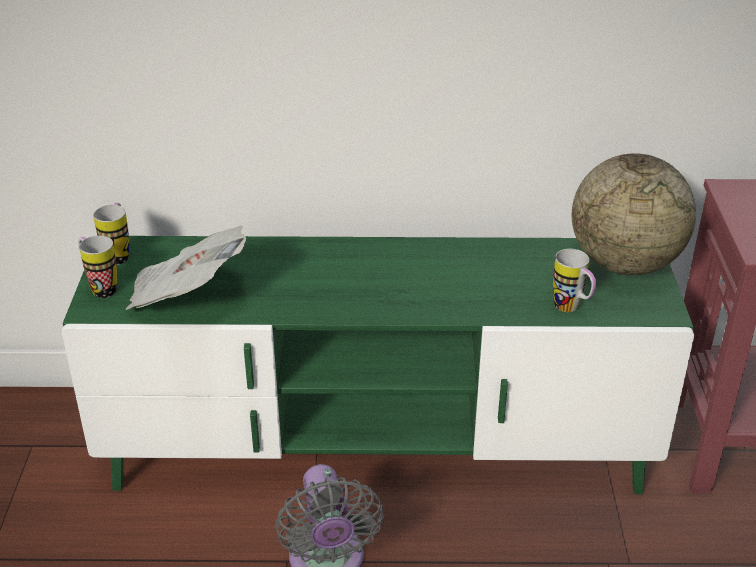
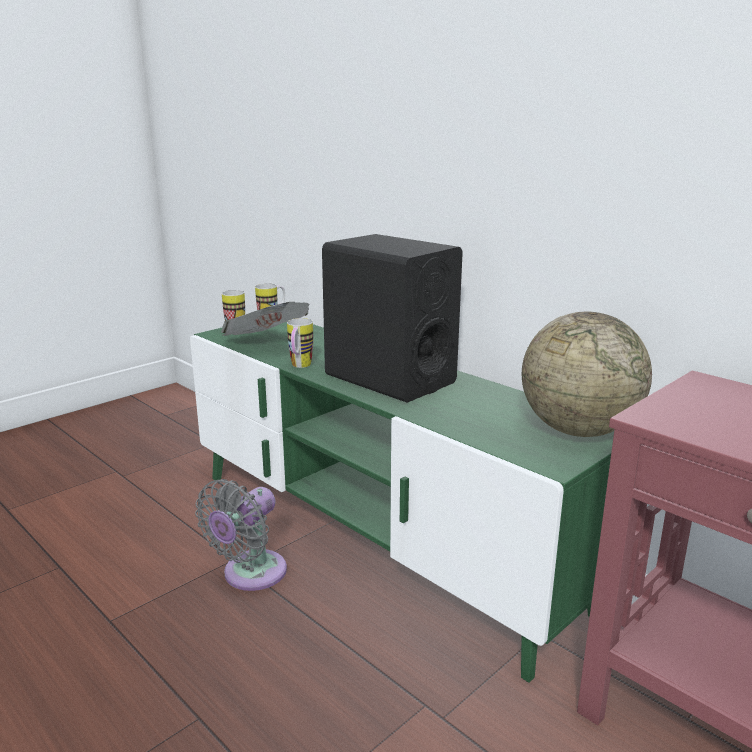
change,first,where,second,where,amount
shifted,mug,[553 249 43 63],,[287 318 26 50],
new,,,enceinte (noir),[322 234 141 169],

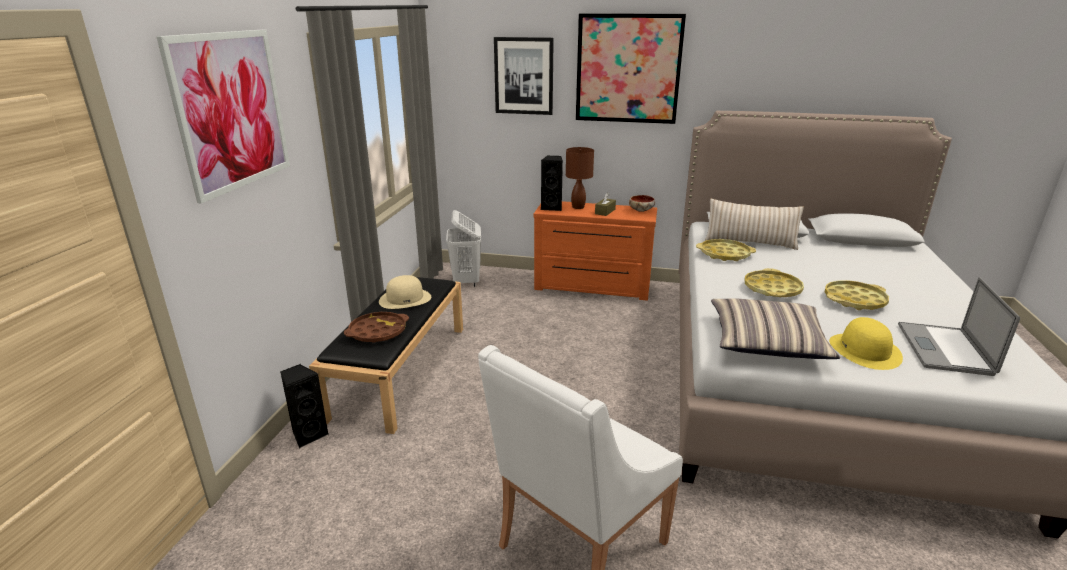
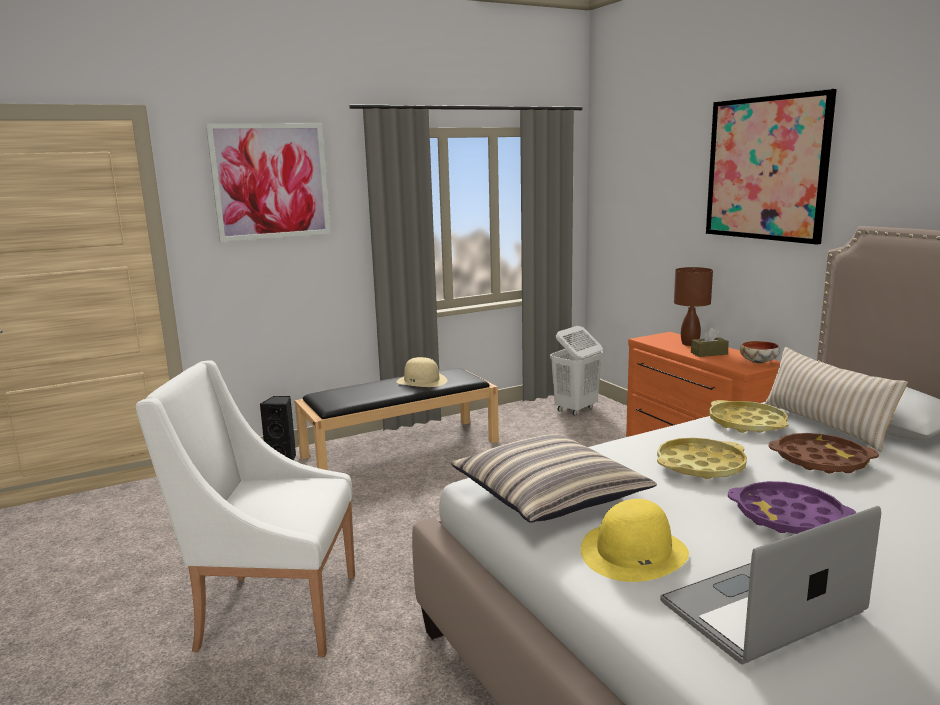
change,first,where,second,where,amount
repainted,plateau (jaune),[825 280 64 30],plateau (violet),[728 481 128 53],
shifted,plateau (marron),[344 312 65 31],,[769 433 110 40],
gone,tableau,[494 37 60 78],,,
gone,enceinte (noir),[541 156 22 55],,,

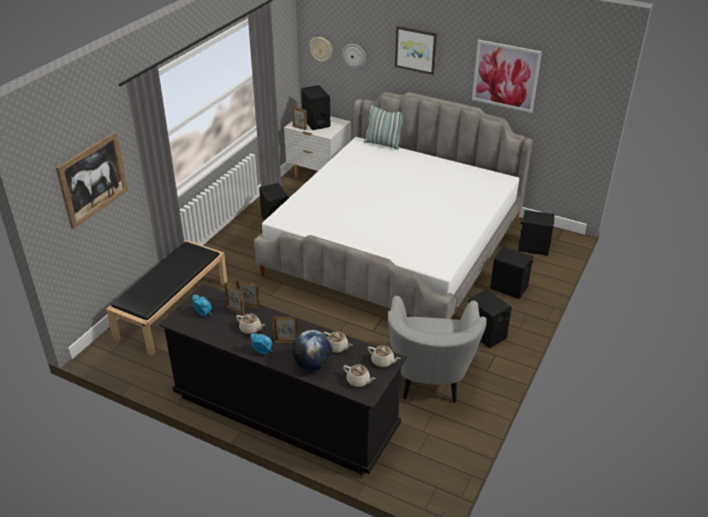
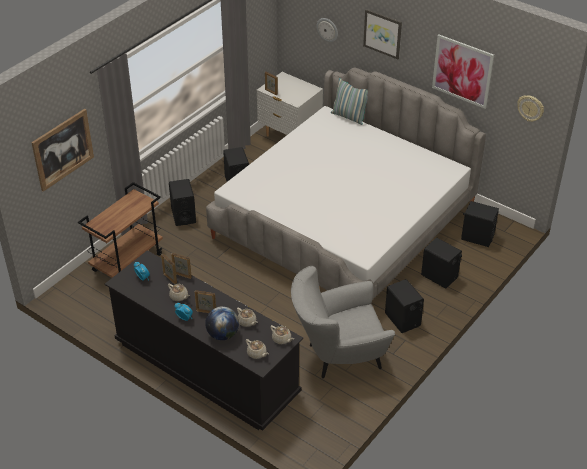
change,first,where,second,where,amount
swapped,banc (noir),[106 240 122 116],chariot (marron),[78 182 85 96],
shifted,enceinte (noir),[301 85 29 45],,[169 179 27 47],
rotated,fauteuil (gris),[388 296 99 107],,[291 266 104 113],60 degrees clockwise
shifted,horloge murale,[309 37 23 26],,[517 95 27 27],

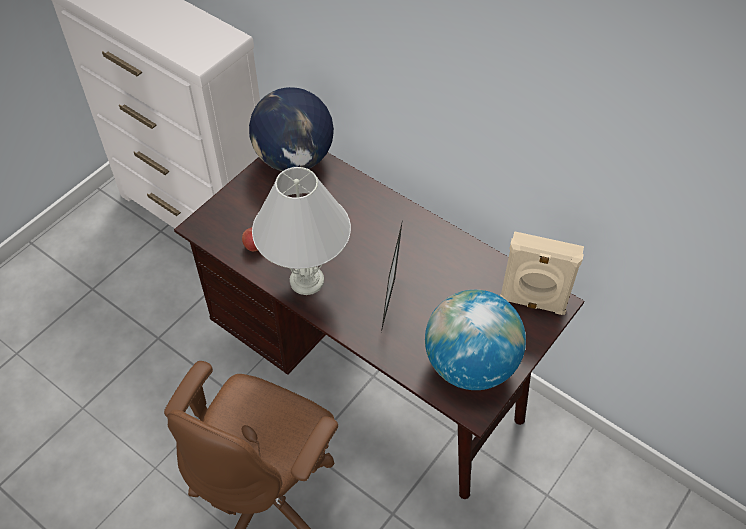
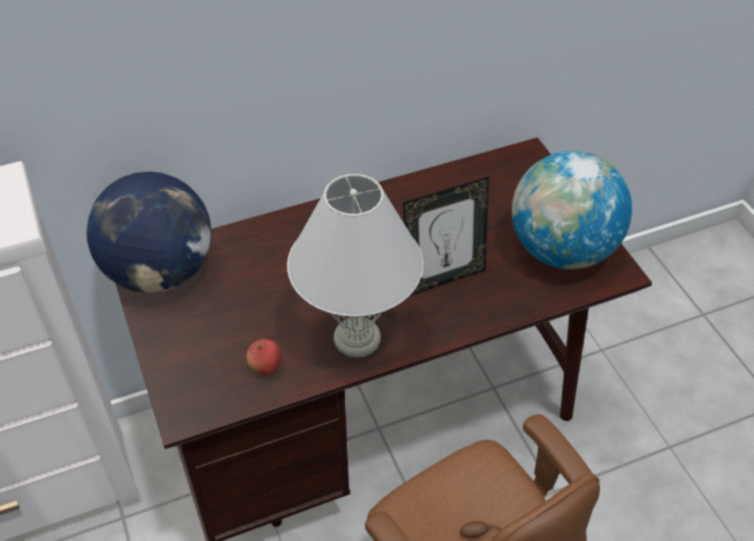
change,first,where,second,where,amount
rotated,cadre photo,[381 220 22 112],,[403 176 86 120],60 degrees counterclockwise
gone,enceinte (beige),[500 231 84 84],,,

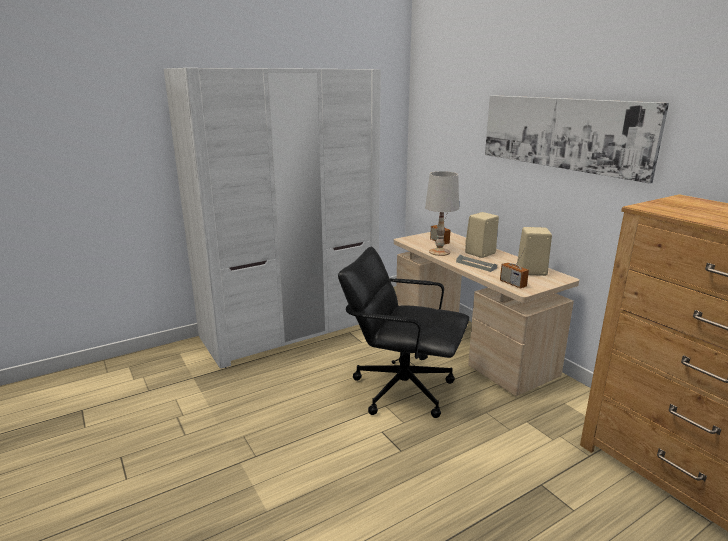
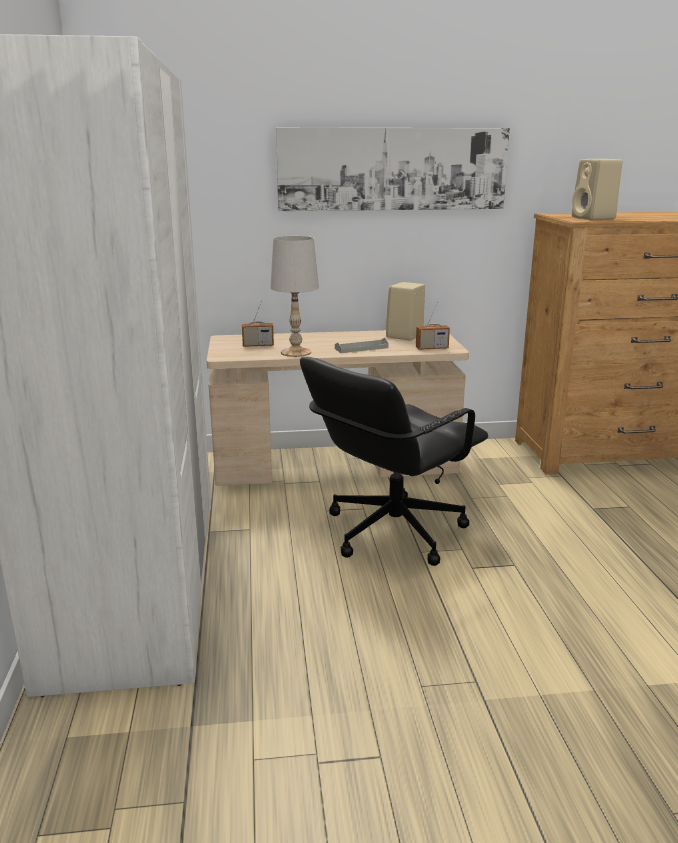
change,first,where,second,where,amount
shifted,enceinte (beige),[465 212 34 46],,[572 159 51 61],

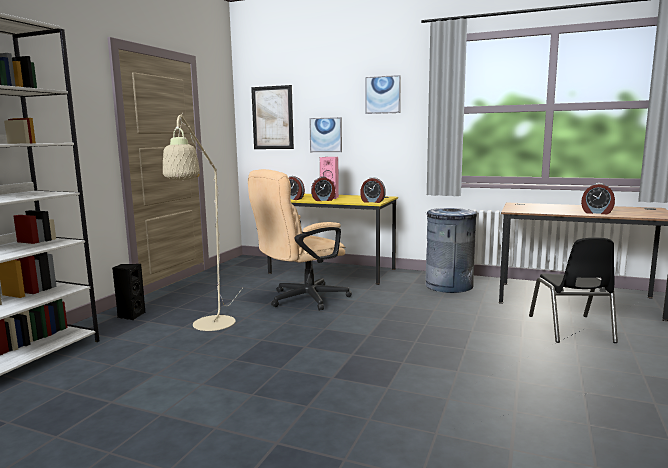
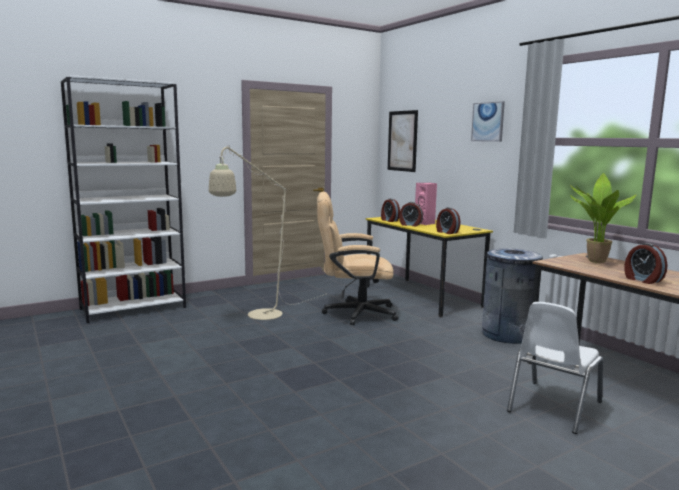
change,first,where,second,where,amount
repainted,chaise (noir),[529 238 89 105],chaise (blanc),[507 302 96 132],
new,,,plante en pot,[570 173 67 90],
gone,enceinte (noir),[112 264 33 56],,,
gone,tableau,[309 117 33 35],,,

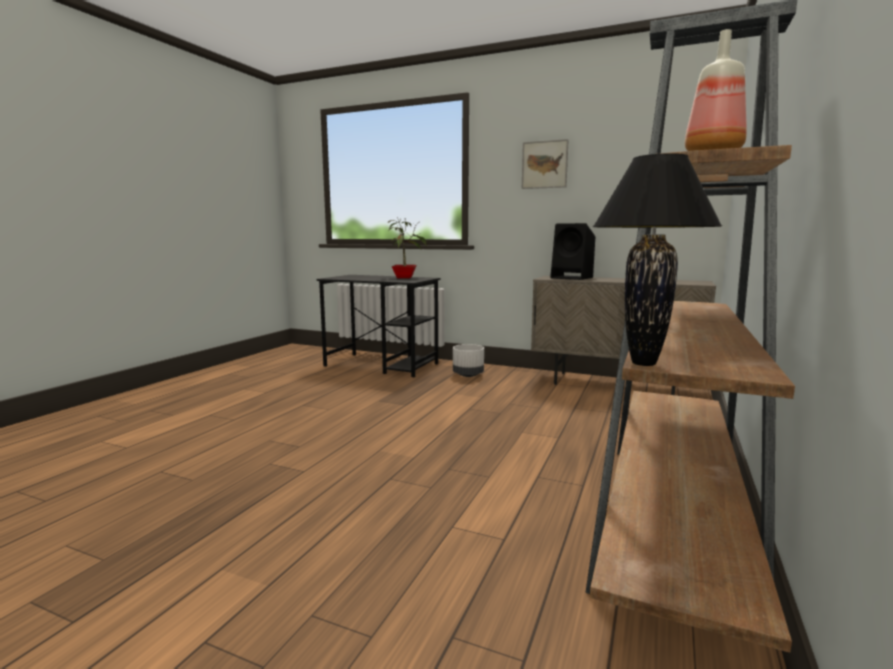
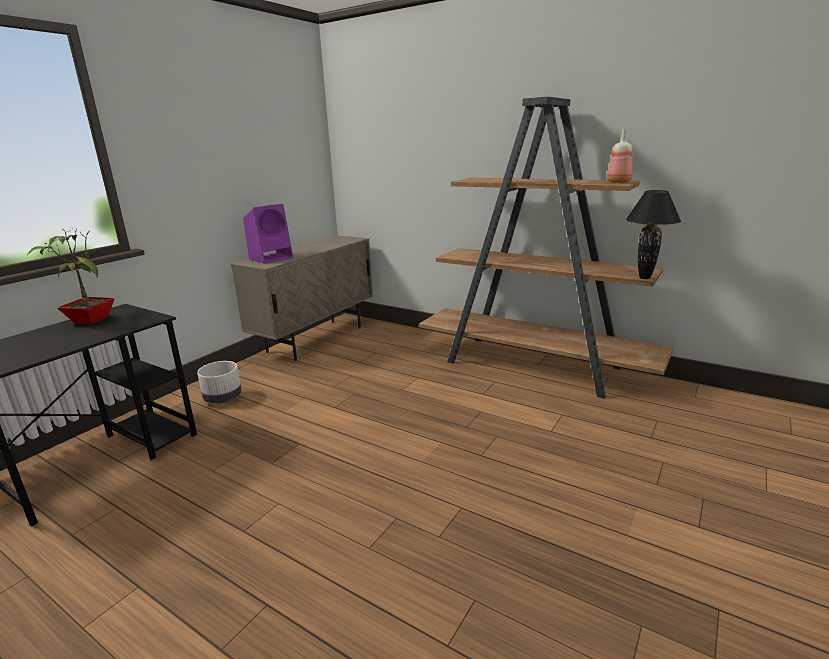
change,first,where,second,where,amount
repainted,enceinte (noir),[550 223 45 57],enceinte (violet),[243 204 50 60],
gone,tableau,[522 139 47 50],,,

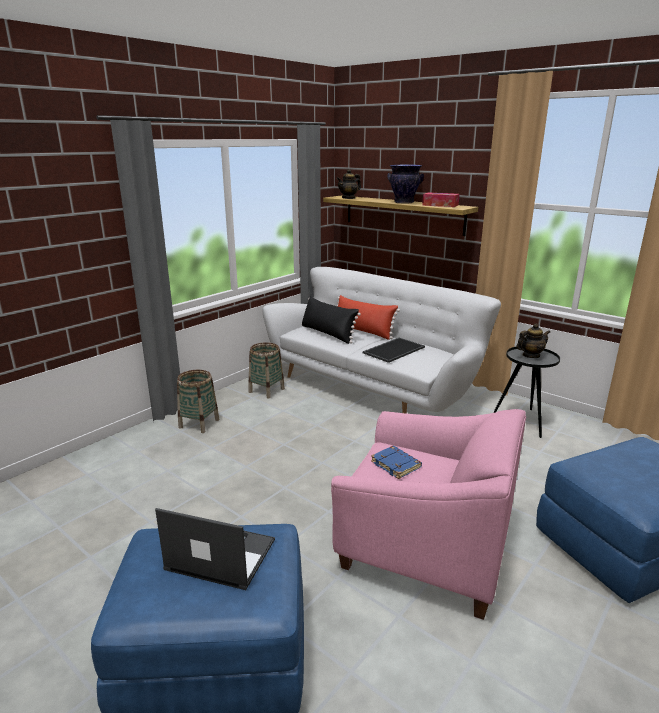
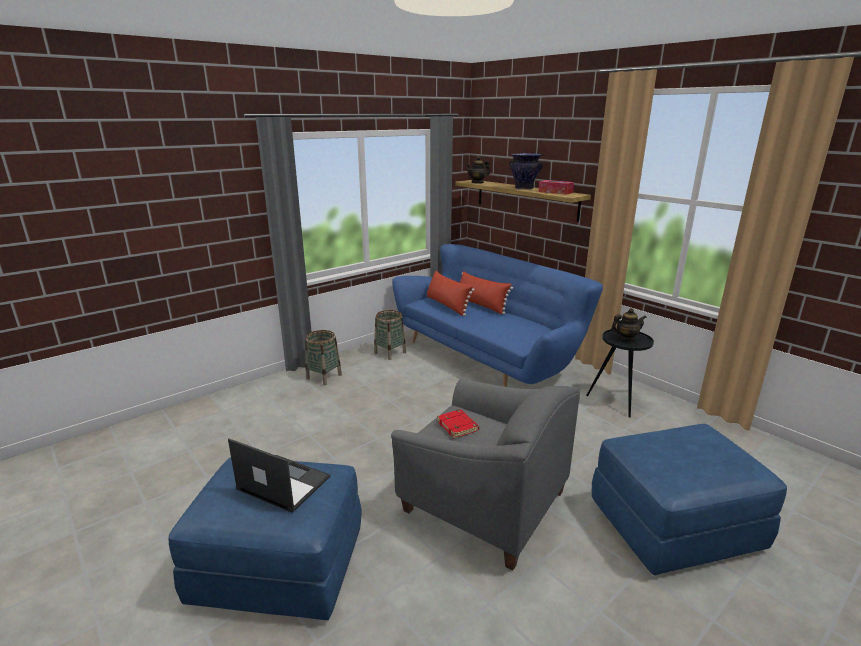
change,first,where,second,where,amount
repainted,fauteuil (rose),[331 409 195 211],fauteuil (gris),[391 379 189 191],
repainted,canapé (blanc),[262 267 239 147],canapé (bleu),[392 244 211 143],
repainted,coussin (noir),[301 296 60 48],coussin (rouge),[427 271 48 45],
repainted,livre (bleu),[371 446 51 33],livre (rouge),[437 409 42 30],
gone,plateau,[363 338 62 25],,,

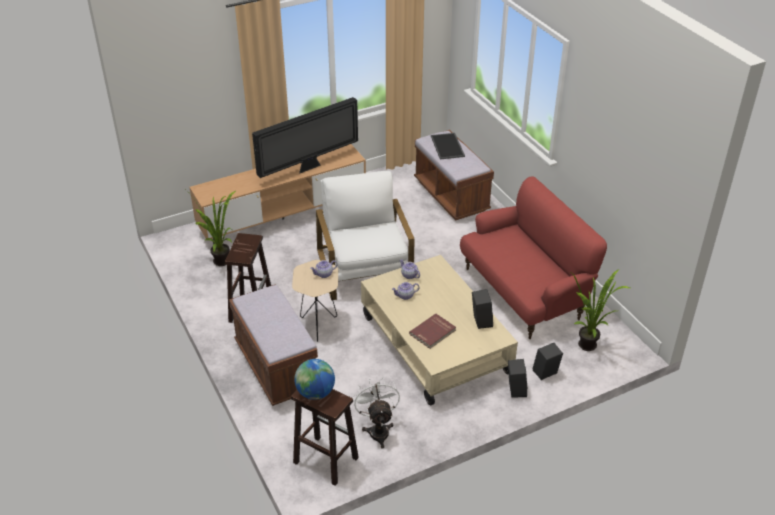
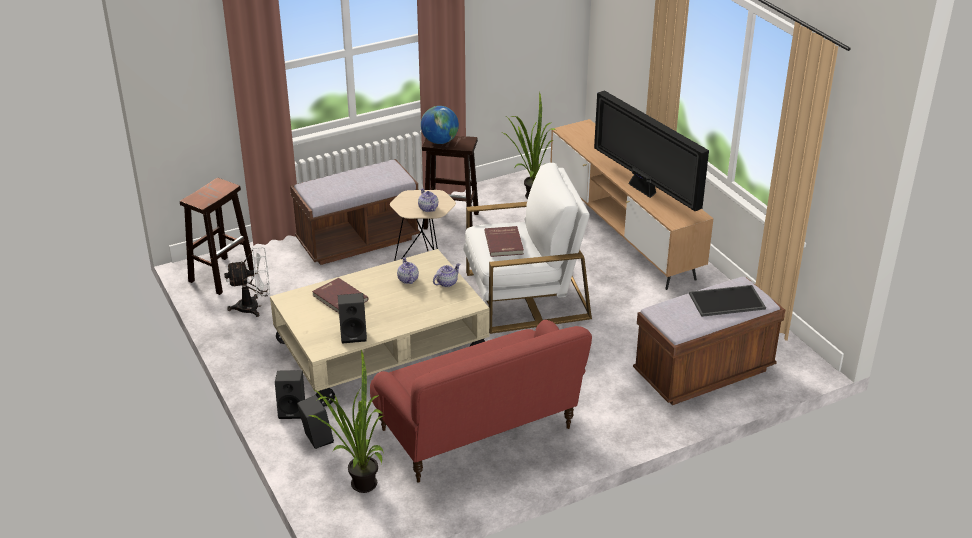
change,first,where,second,where,amount
shifted,globe,[294 359 41 41],,[421 106 38 38],
new,,,livre (rouge),[484 226 40 31],

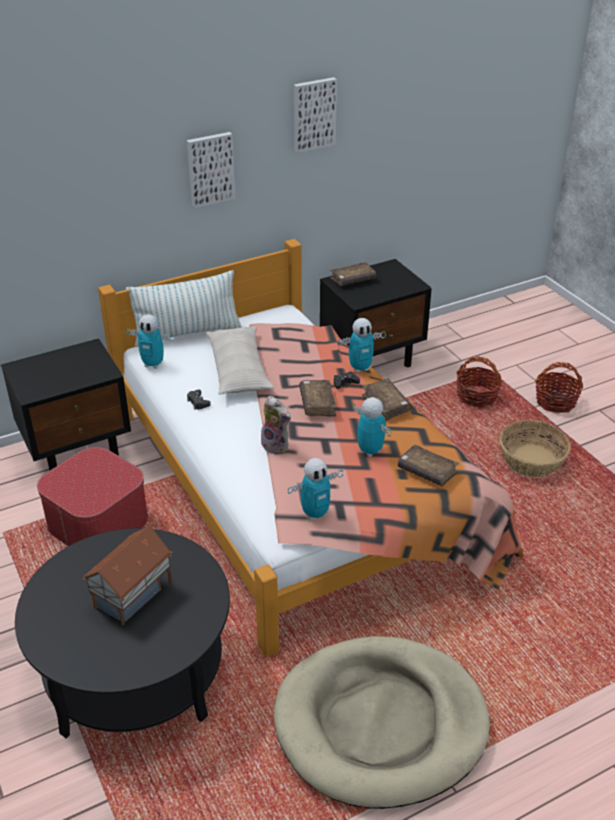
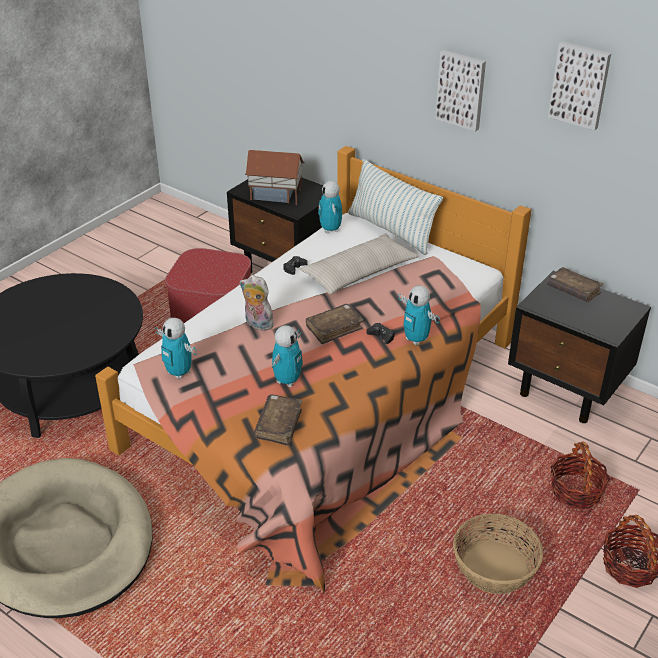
change,first,where,second,where,amount
rotated,peluche,[261 396 30 59],,[240 275 34 56],105 degrees clockwise
shifted,maison miniature,[82 526 90 99],,[245 150 60 55],
gone,livre (marron),[362 379 50 42],,,

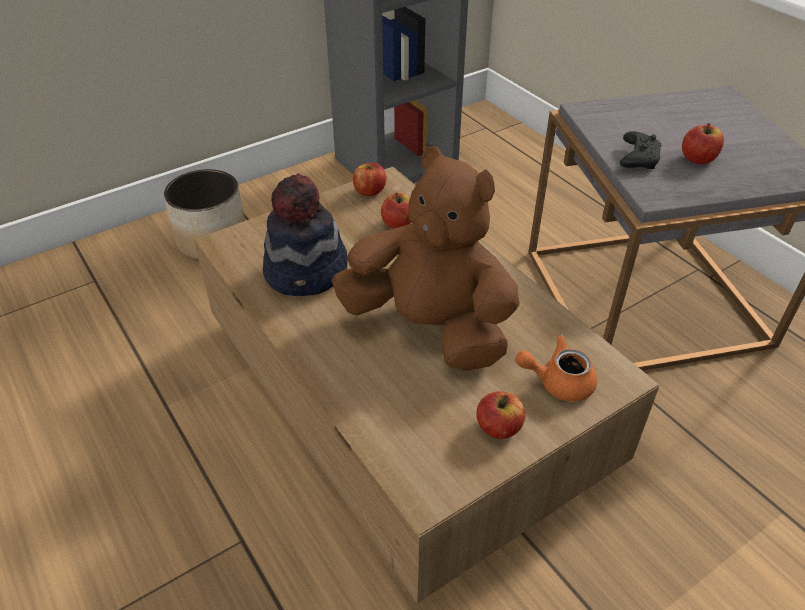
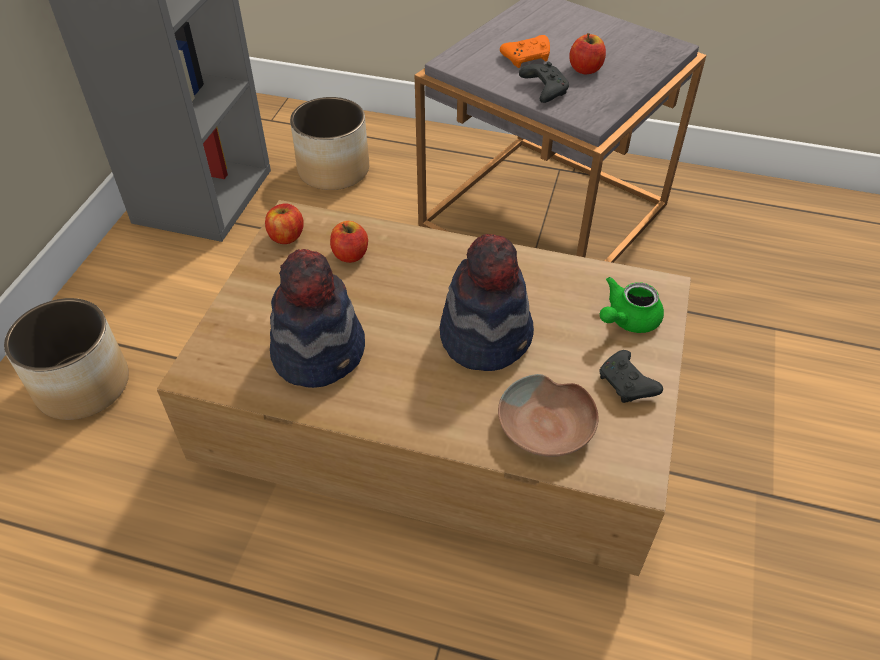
change,first,where,second,where,amount
new,,,cache-pot,[290 97 79 93],
swapped,peluche (marron),[332 147 188 224],chapeau,[439 234 95 137],
new,,,bol (marron),[498 374 101 83],
new,,,manette (orange),[500 35 50 33],
swapped,pomme,[476 391 49 48],manette (noir),[599 350 64 53],
repainted,théière (orange),[515 334 82 68],théière (vert),[600 277 64 56],

